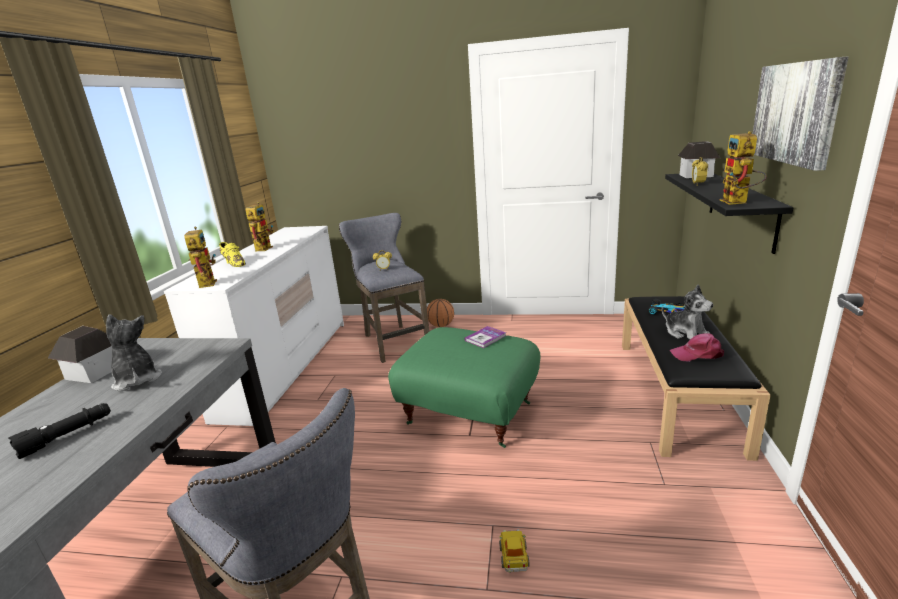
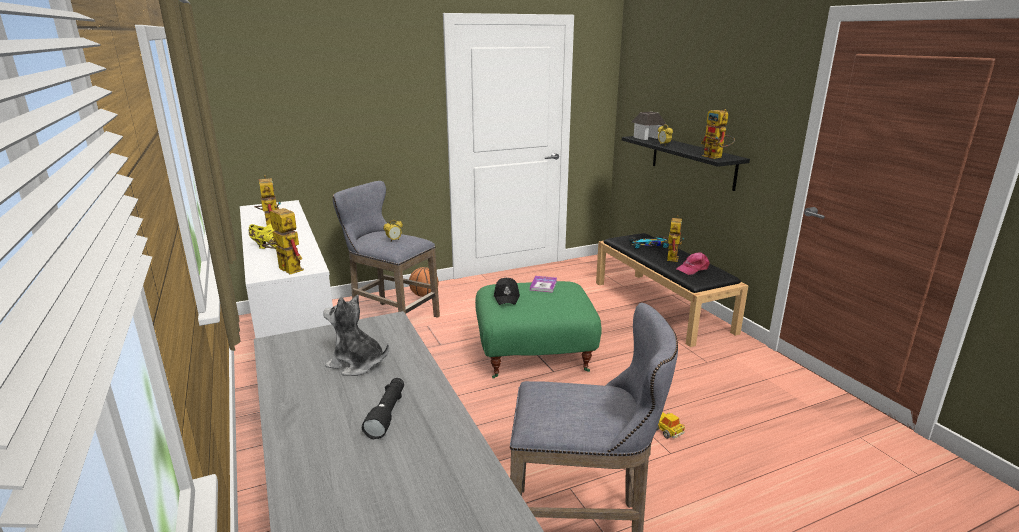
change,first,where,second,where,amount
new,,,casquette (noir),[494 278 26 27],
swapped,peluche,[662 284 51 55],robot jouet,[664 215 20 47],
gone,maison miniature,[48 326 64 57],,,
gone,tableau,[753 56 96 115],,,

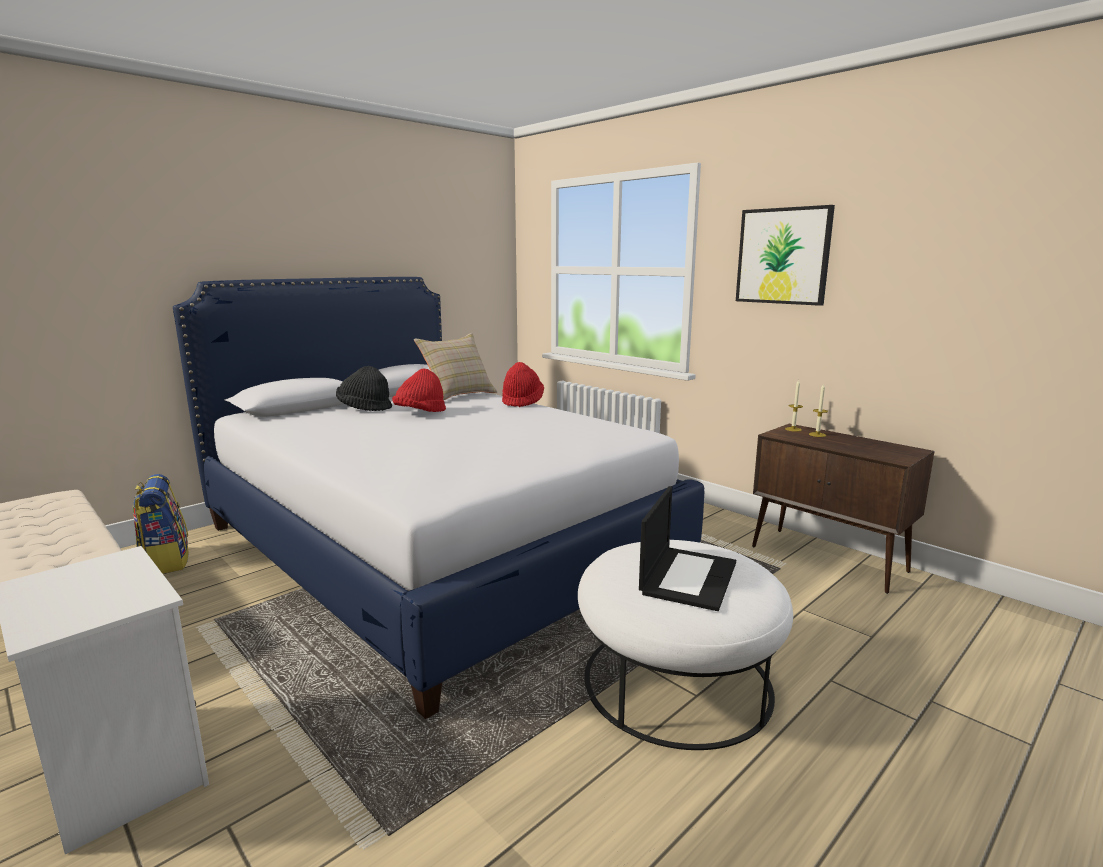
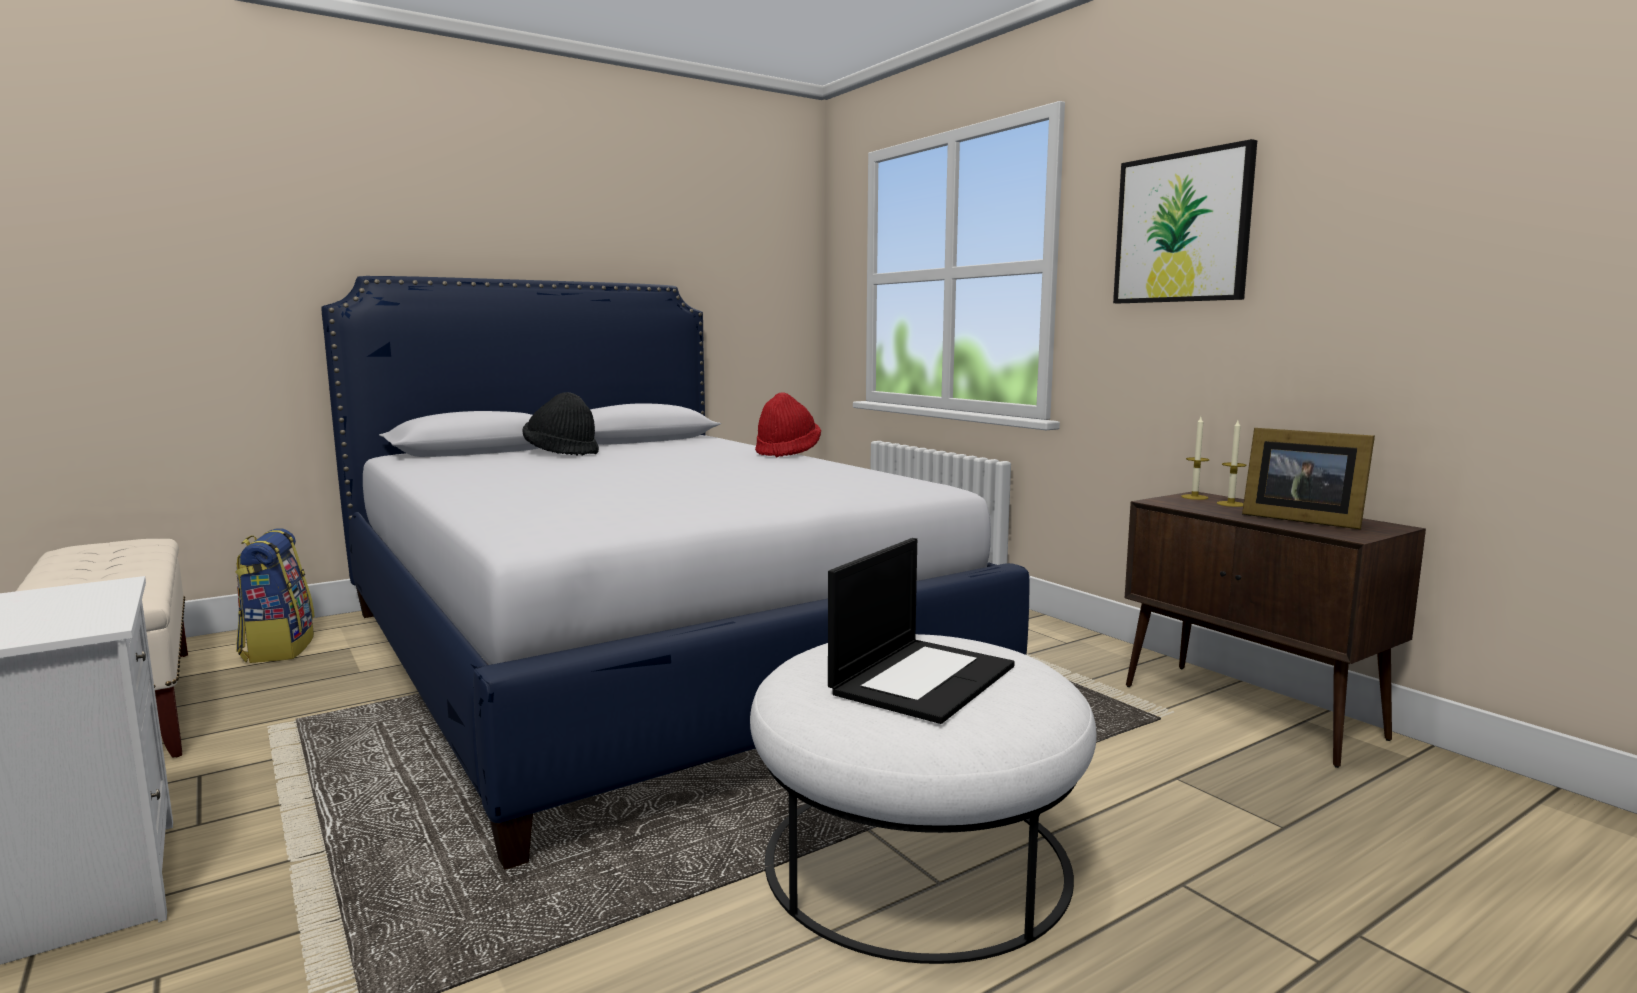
change,first,where,second,where,amount
new,,,cadre photo,[1242 428 133 101],
gone,chapeau (rouge),[392 368 54 44],,,
gone,coussin (beige),[414 333 83 67],,,

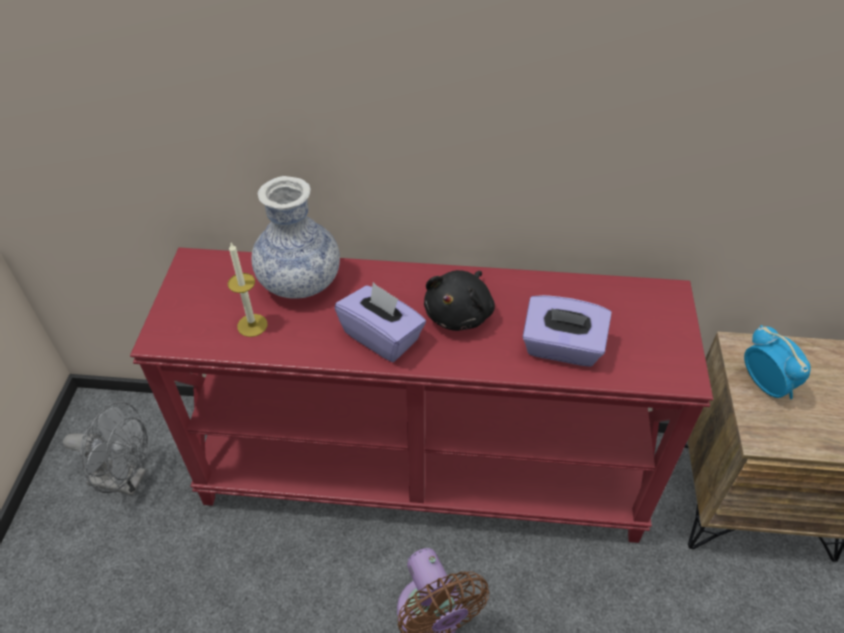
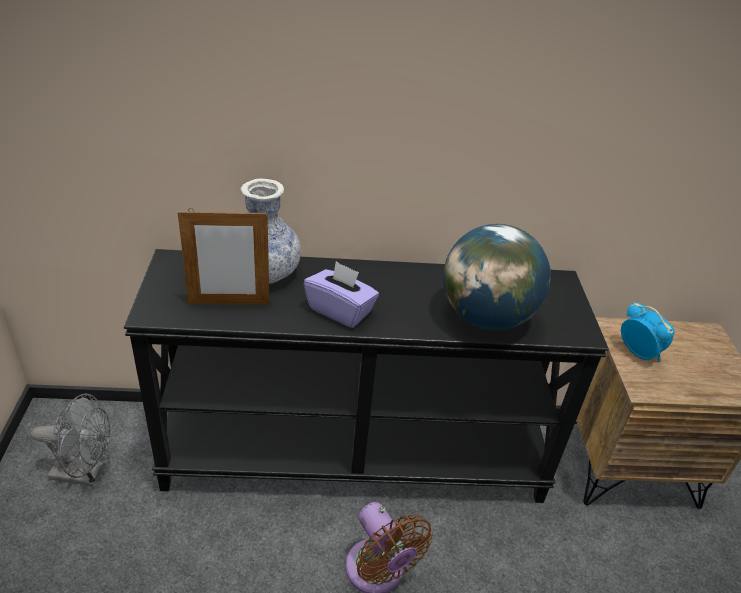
change,first,where,second,where,amount
repainted,table console (rouge),[130 247 583 296],table console (noir),[124 249 485 254],
swapped,bougie,[228 243 40 94],cadre photo,[178 208 92 97],
swapped,boîte à mouchoirs (violet),[523 295 88 72],globe,[443 224 108 106],
gone,peluche (noir),[424 270 71 61],,,

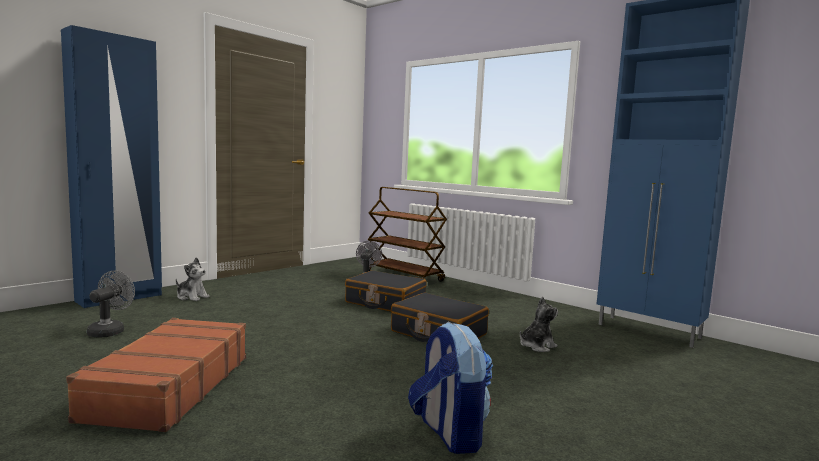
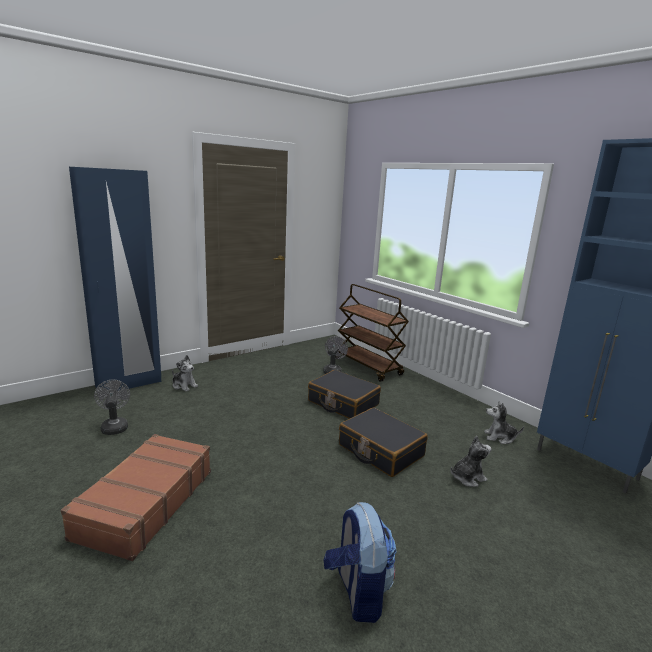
change,first,where,second,where,amount
rotated,ventilateur (gris),[87 271 48 67],,[94 380 36 55],45 degrees counterclockwise
new,,,peluche,[484 401 40 43],

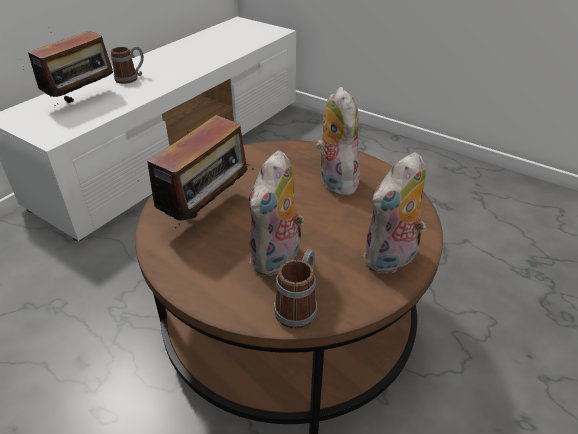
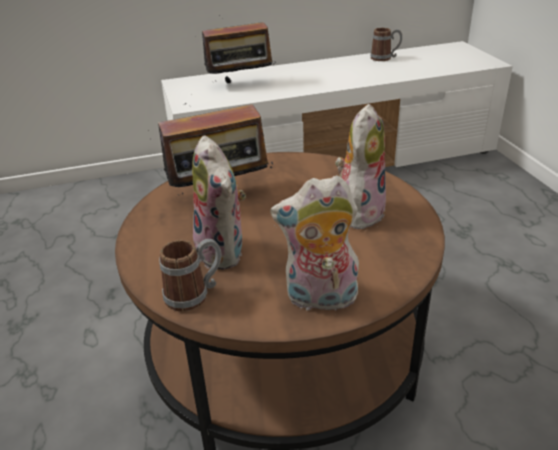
change,first,where,second,where,amount
rotated,peluche,[248 150 57 126],,[192 135 54 135],90 degrees counterclockwise
shifted,mug,[111 46 33 38],,[370 28 32 33],

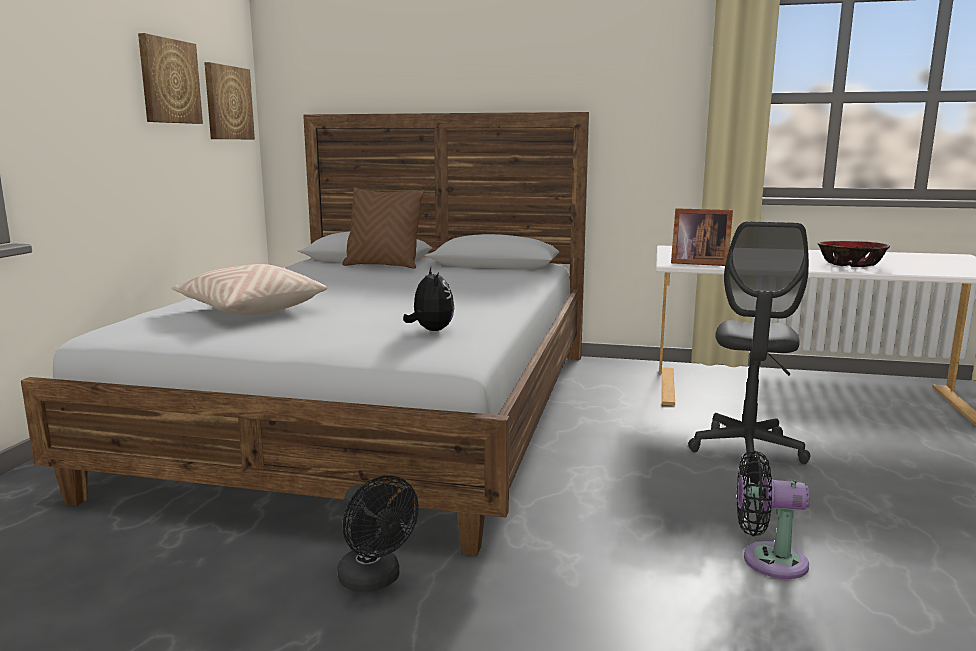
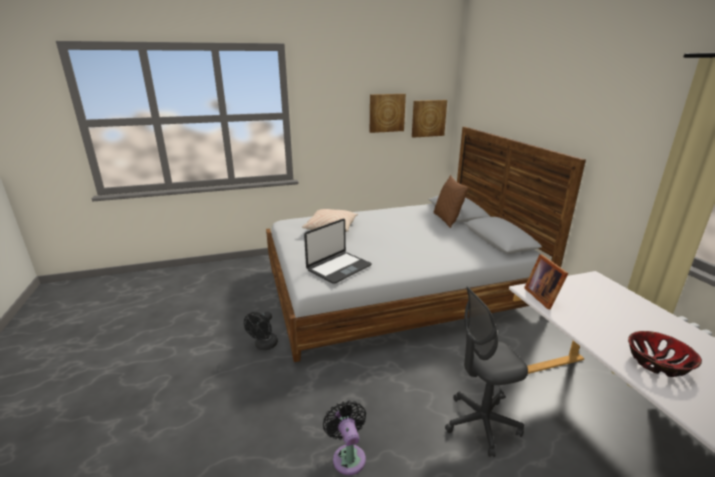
change,first,where,second,where,amount
swapped,peluche,[403 268 51 63],ordinateur portable,[304 219 68 65],

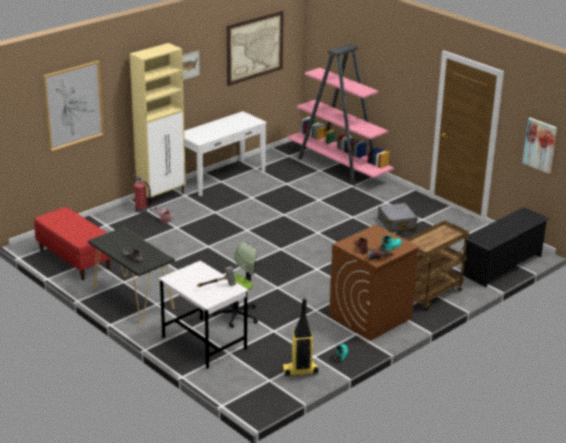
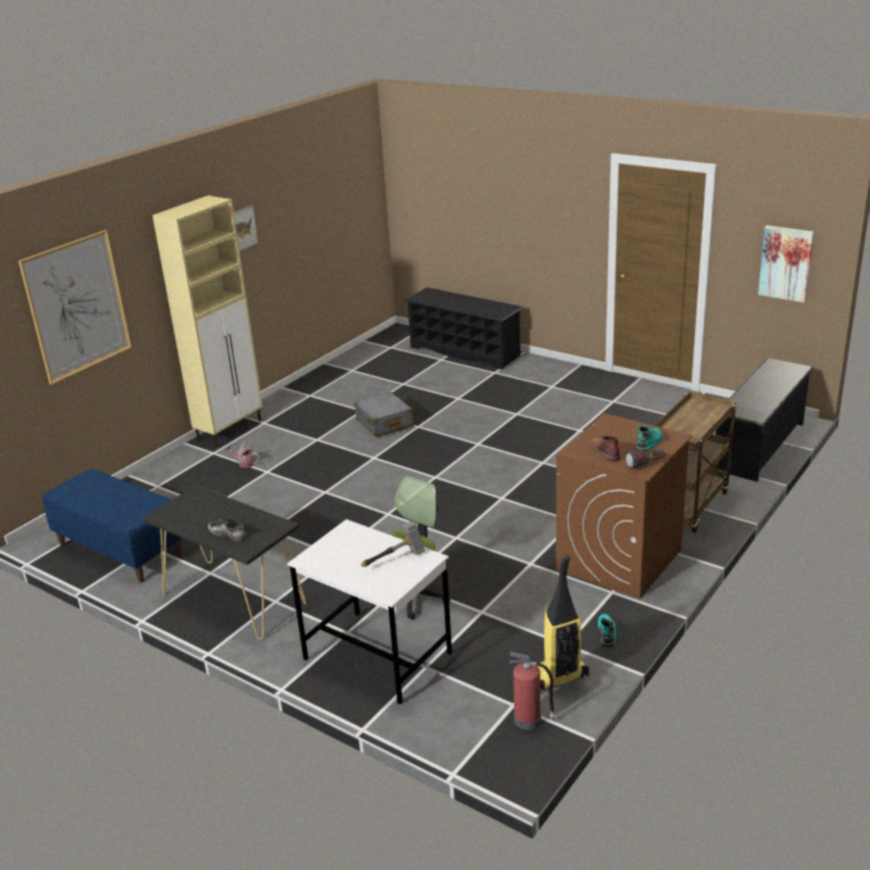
change,first,where,second,where,amount
repainted,banc (rouge),[34 207 78 73],banc (bleu),[42 469 141 114],
shifted,valise (gris),[378 203 40 30],,[354 392 60 45],
swapped,bibliothèque (rose),[287 44 107 142],étagère à chaussures (noir),[404 287 120 83],
shifted,extincteur,[133 175 19 38],,[509 651 46 79],
gone,table console (blanc),[184 111 83 85],,,
gone,tableau,[227 11 57 75],,,

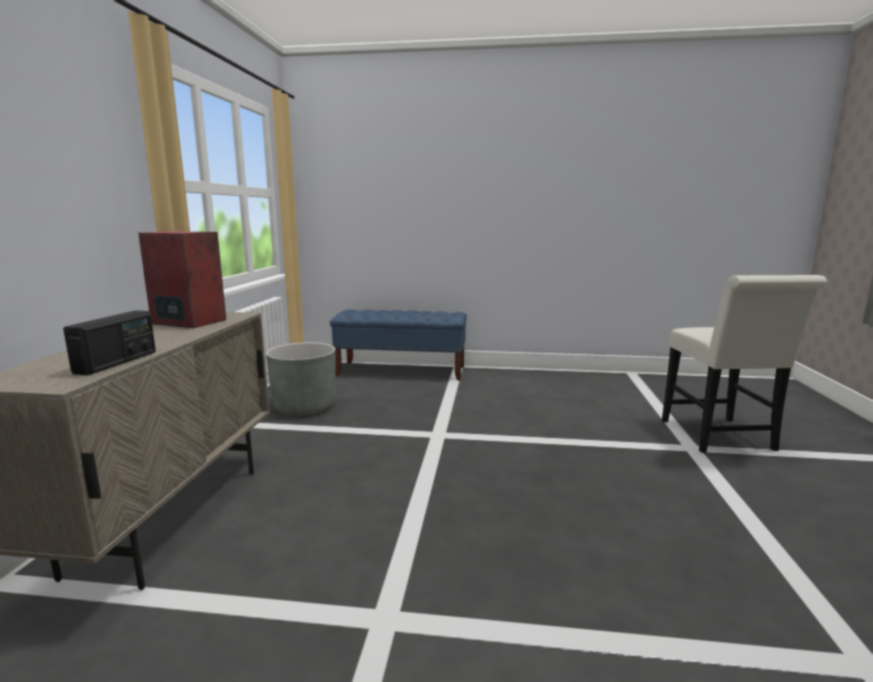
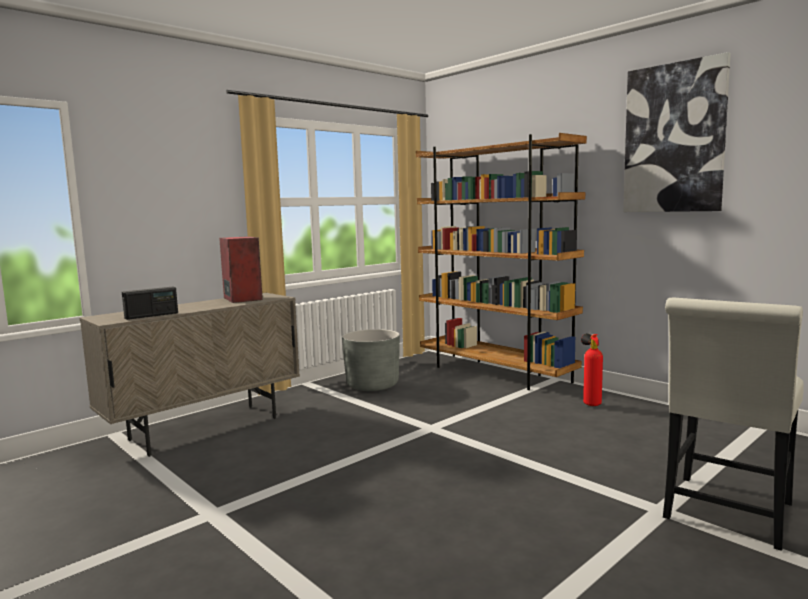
change,first,where,second,where,amount
swapped,banc (bleu),[330 309 137 72],bibliothèque (marron),[416 133 171 257],
new,,,extincteur,[581 333 22 73],
new,,,tableau,[623 52 108 160],

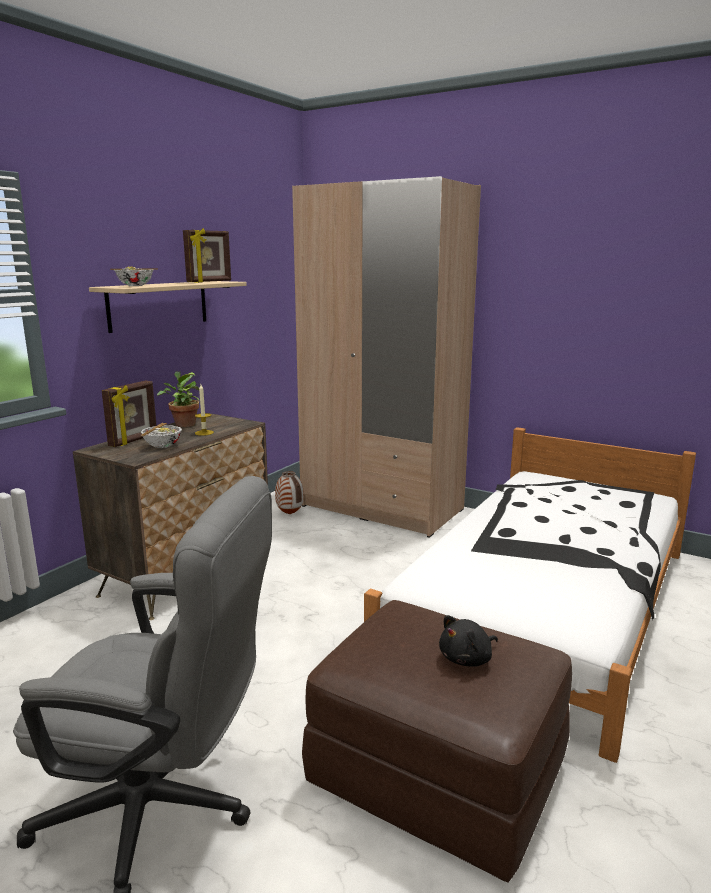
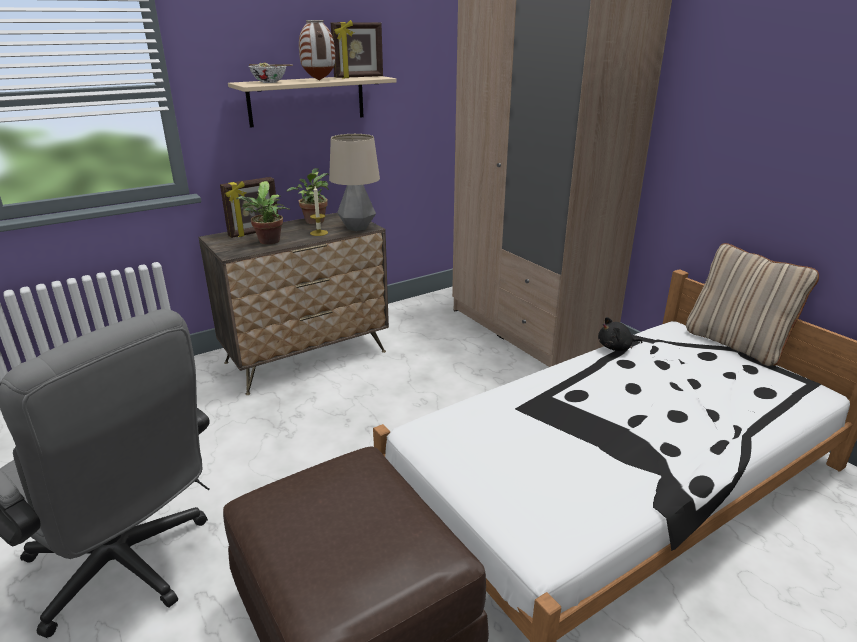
change,first,where,second,where,amount
swapped,bol,[140 423 42 25],plante en pot,[236 181 54 63],
shifted,vase,[275 471 29 43],,[299 20 36 61],
new,,,lampe de table,[329 134 51 97],
shifted,peluche (noir),[439 615 59 52],,[598 317 45 34],
new,,,coussin (beige),[686 243 133 123],

